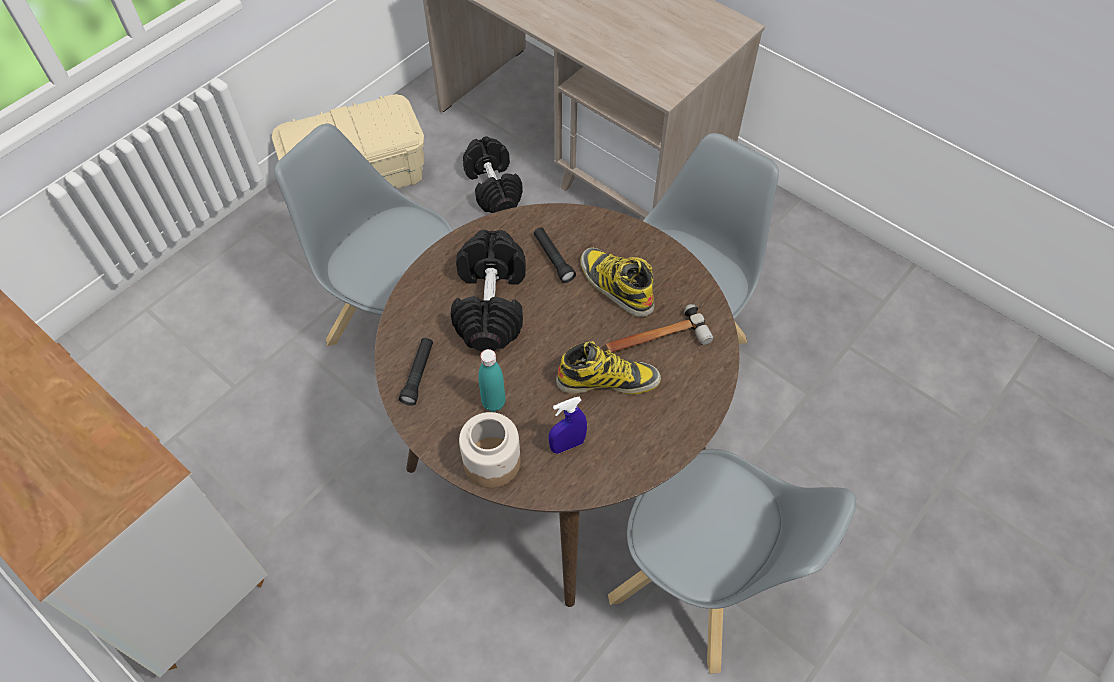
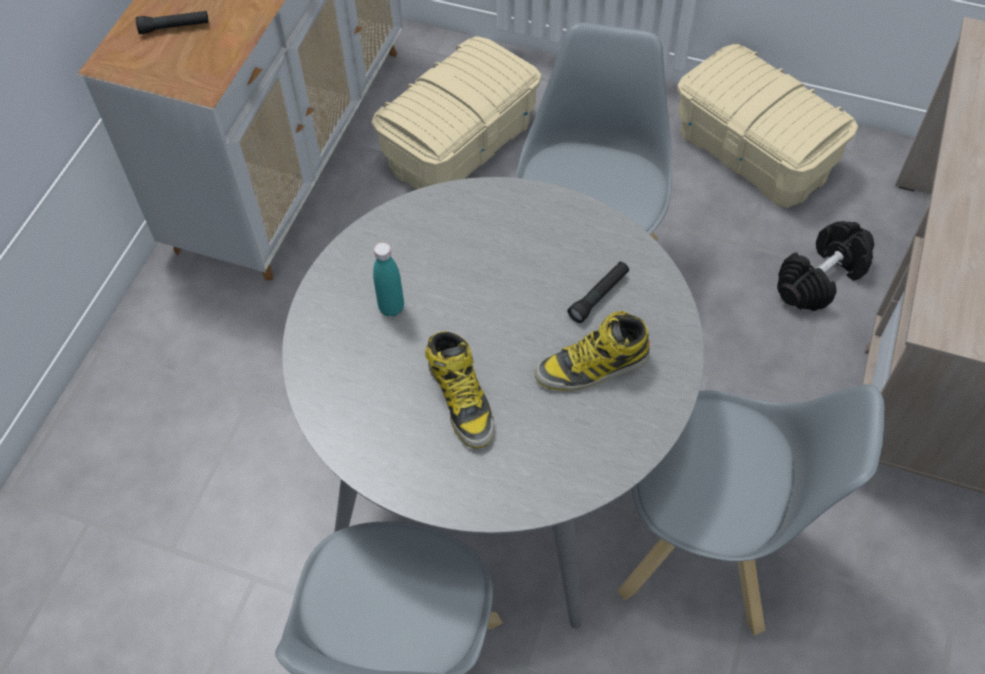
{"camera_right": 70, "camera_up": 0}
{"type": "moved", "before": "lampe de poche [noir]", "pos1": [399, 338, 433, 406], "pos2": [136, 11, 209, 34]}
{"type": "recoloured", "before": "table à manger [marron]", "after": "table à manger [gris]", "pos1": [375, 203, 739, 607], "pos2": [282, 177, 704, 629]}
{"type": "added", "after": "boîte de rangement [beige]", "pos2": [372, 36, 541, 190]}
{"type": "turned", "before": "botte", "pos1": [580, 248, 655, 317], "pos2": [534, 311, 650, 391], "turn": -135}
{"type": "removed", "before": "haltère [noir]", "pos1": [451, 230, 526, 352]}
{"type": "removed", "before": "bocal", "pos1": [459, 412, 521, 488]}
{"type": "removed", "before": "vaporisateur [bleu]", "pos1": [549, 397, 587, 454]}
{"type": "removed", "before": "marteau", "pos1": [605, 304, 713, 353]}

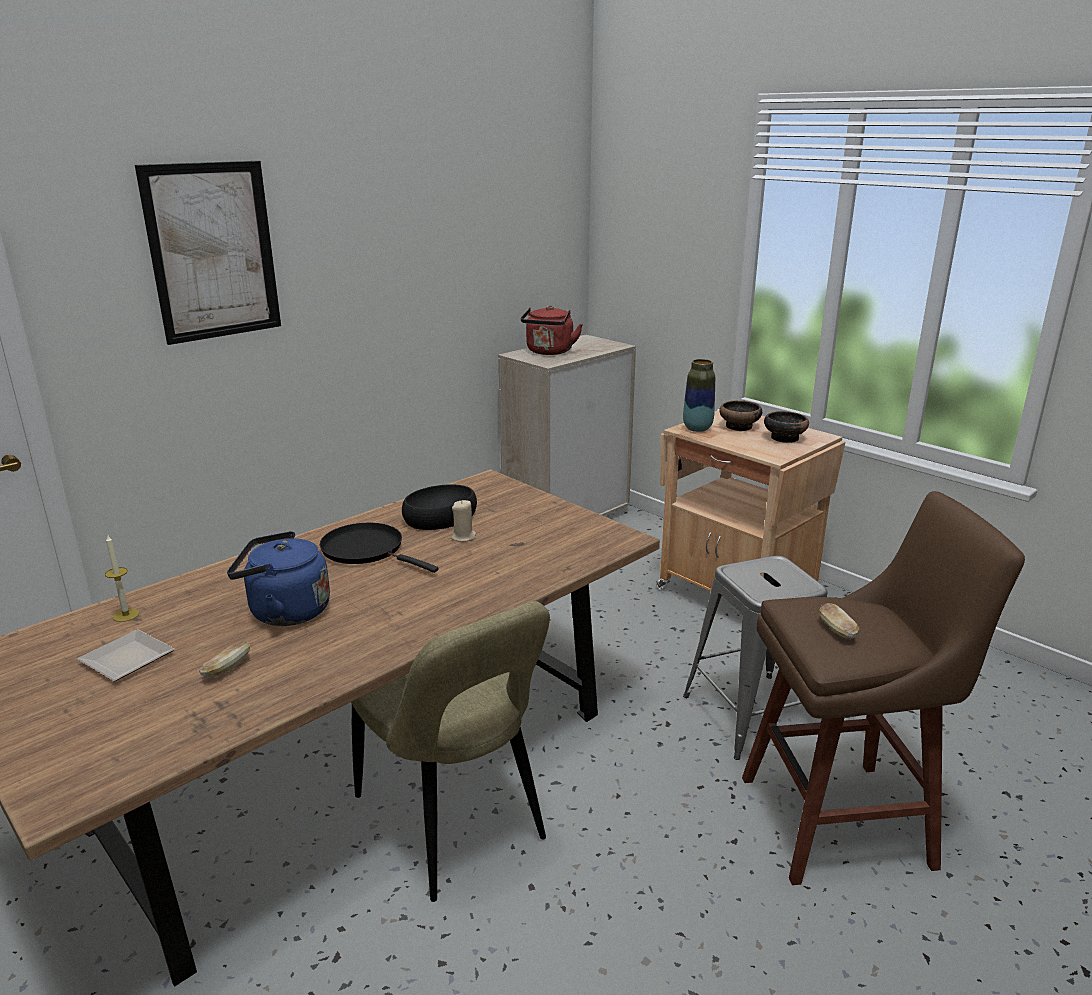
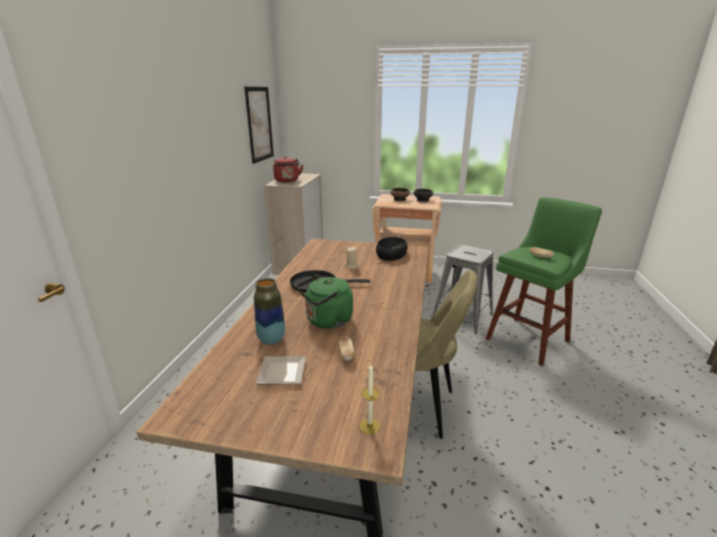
{"camera_right": -35, "camera_up": 0}
{"type": "moved", "before": "tableau", "pos1": [135, 161, 281, 345], "pos2": [245, 87, 274, 164]}
{"type": "moved", "before": "vase", "pos1": [683, 359, 715, 432], "pos2": [254, 278, 285, 345]}
{"type": "recoloured", "before": "bouilloire [bleu]", "after": "bouilloire [vert]", "pos1": [227, 531, 330, 626], "pos2": [296, 274, 353, 329]}
{"type": "moved", "before": "bougie", "pos1": [105, 534, 139, 622], "pos2": [360, 364, 380, 434]}
{"type": "moved", "before": "bol [noir]", "pos1": [402, 484, 477, 530], "pos2": [376, 237, 407, 261]}
{"type": "recoloured", "before": "tabouret [marron]", "after": "tabouret [vert]", "pos1": [742, 491, 1025, 885], "pos2": [486, 197, 602, 366]}

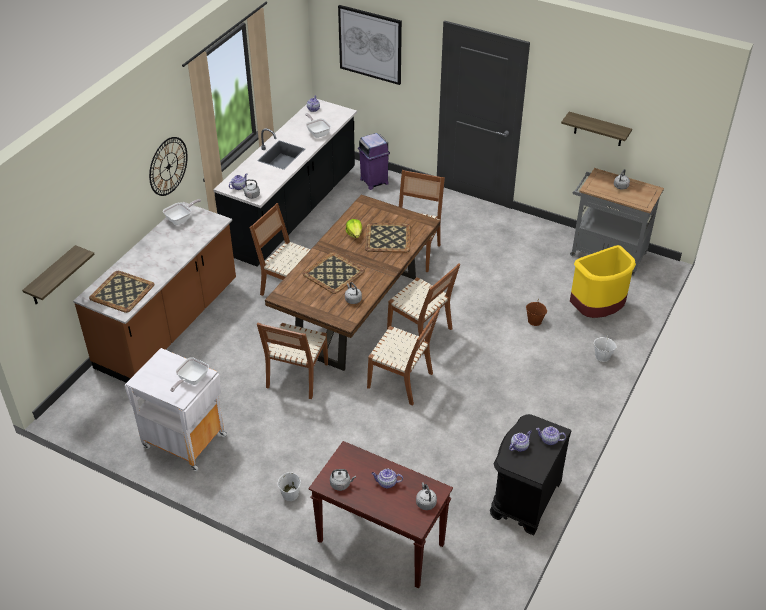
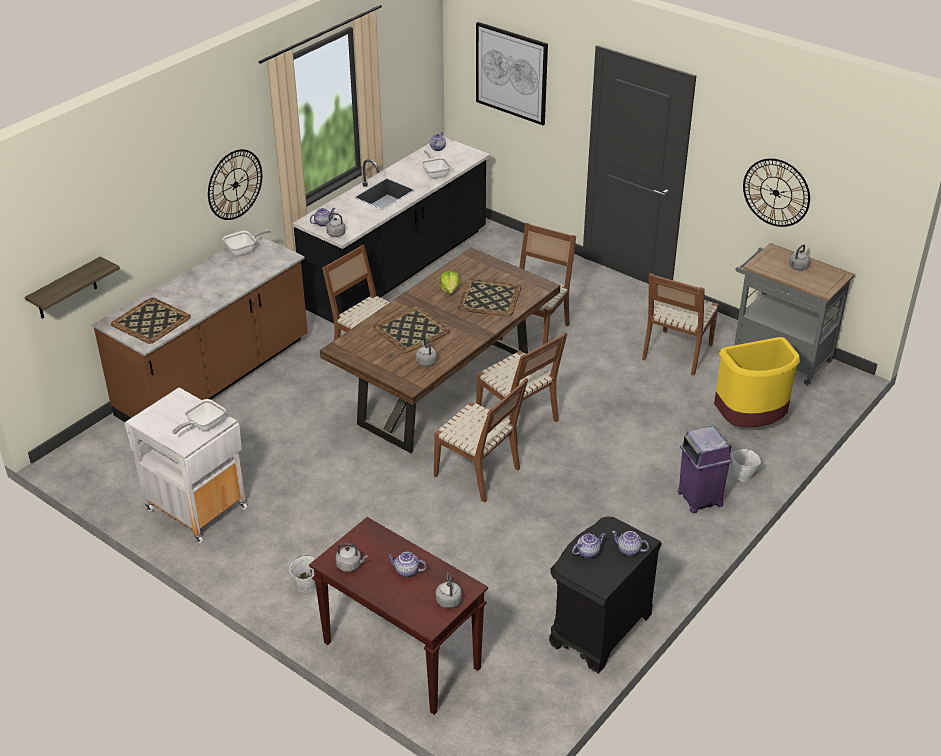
{"camera_right": 10, "camera_up": -5}
{"type": "moved", "before": "chaise", "pos1": [257, 323, 328, 399], "pos2": [642, 273, 719, 376]}
{"type": "moved", "before": "poubelle [violet]", "pos1": [358, 133, 390, 190], "pos2": [678, 426, 732, 513]}
{"type": "replaced", "before": "étagère", "after": "horloge murale", "pos1": [561, 112, 632, 146], "pos2": [743, 158, 810, 227]}
{"type": "removed", "before": "seau [marron]", "pos1": [526, 301, 547, 326]}

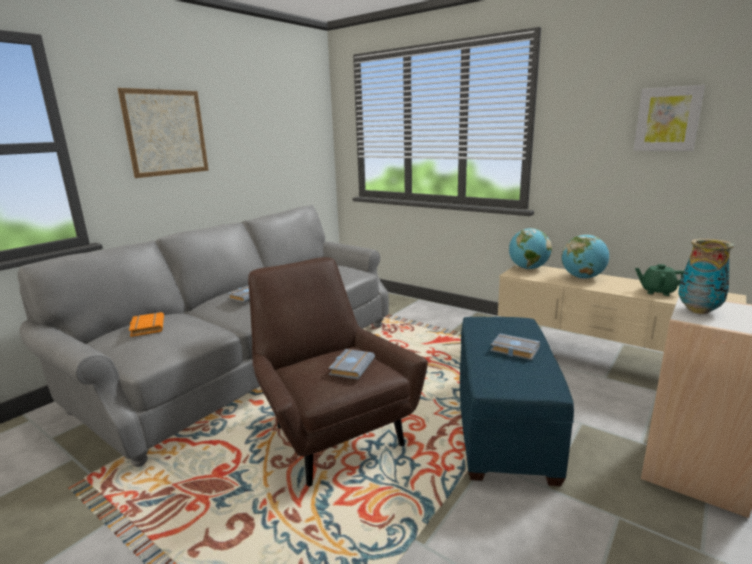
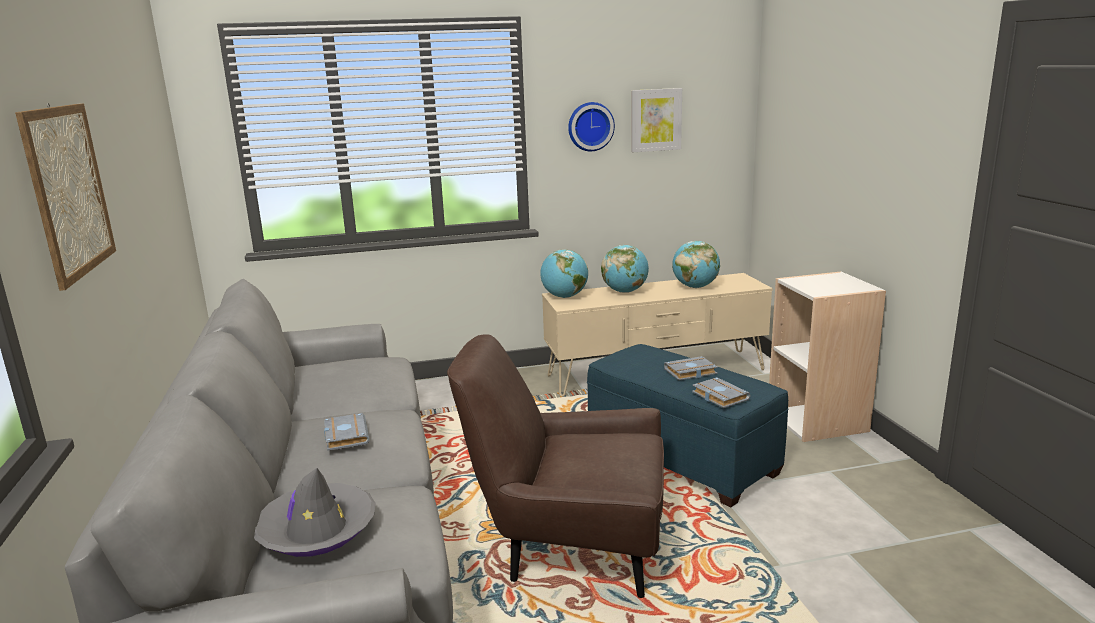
{"camera_right": -50, "camera_up": 0}
{"type": "replaced", "before": "livre [orange]", "after": "chapeau [gris]", "pos1": [129, 312, 164, 337], "pos2": [254, 468, 376, 557]}
{"type": "added", "after": "horloge murale", "pos2": [568, 102, 615, 151]}
{"type": "replaced", "before": "théière [vert]", "after": "globe", "pos1": [635, 264, 684, 296], "pos2": [672, 241, 720, 288]}
{"type": "moved", "before": "livre [gris]", "pos1": [328, 349, 375, 379], "pos2": [692, 377, 750, 408]}
{"type": "removed", "before": "vase", "pos1": [678, 239, 734, 314]}

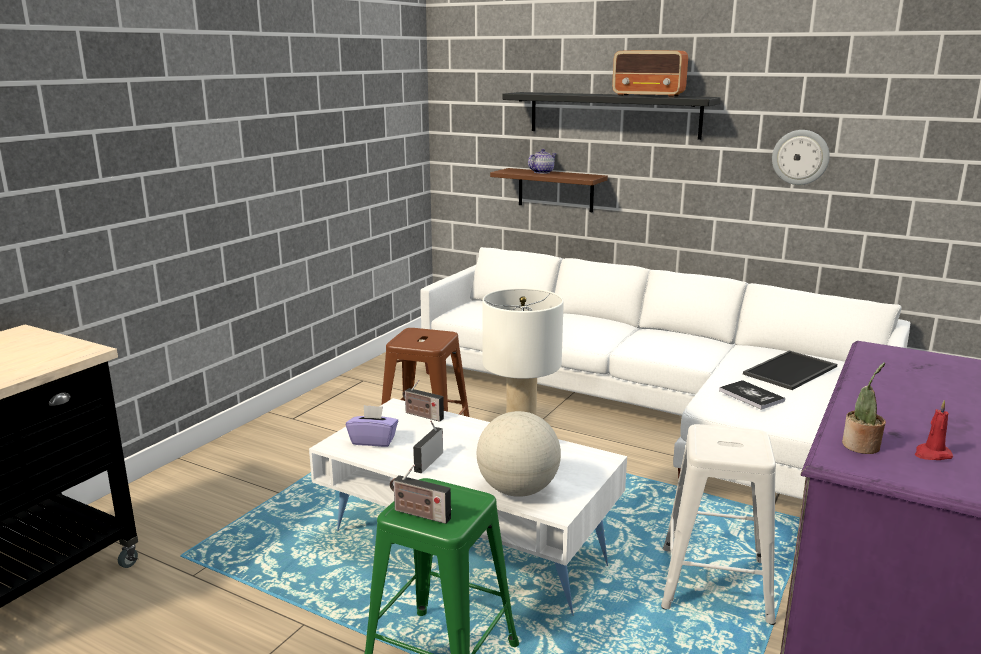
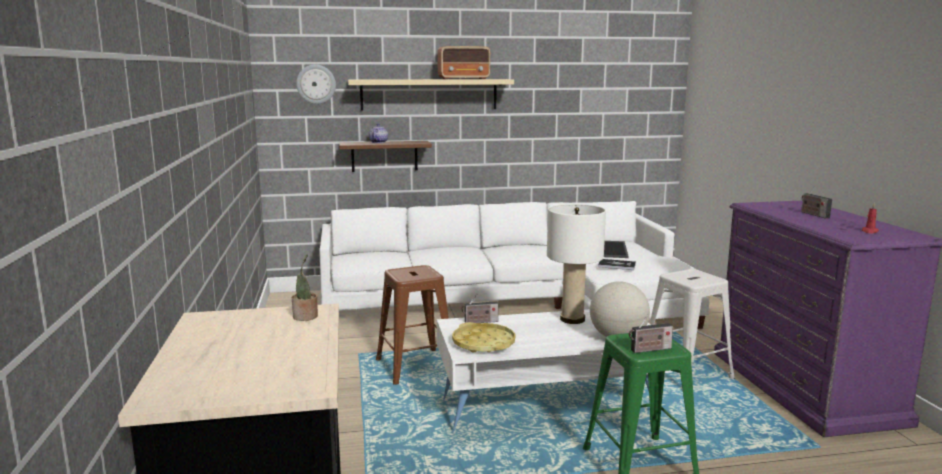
{"camera_right": -40, "camera_up": -5}
{"type": "moved", "before": "plante en pot", "pos1": [842, 362, 886, 454], "pos2": [292, 254, 318, 321]}
{"type": "moved", "before": "horloge murale", "pos1": [772, 130, 830, 185], "pos2": [296, 64, 336, 104]}
{"type": "recoloured", "before": "étagère [noir]", "after": "étagère [beige]", "pos1": [502, 92, 721, 140], "pos2": [348, 79, 514, 111]}
{"type": "replaced", "before": "boîte à mouchoirs [violet]", "after": "plateau [jaune]", "pos1": [346, 405, 398, 447], "pos2": [452, 322, 515, 353]}
{"type": "moved", "before": "radio", "pos1": [413, 421, 443, 473], "pos2": [801, 185, 832, 218]}

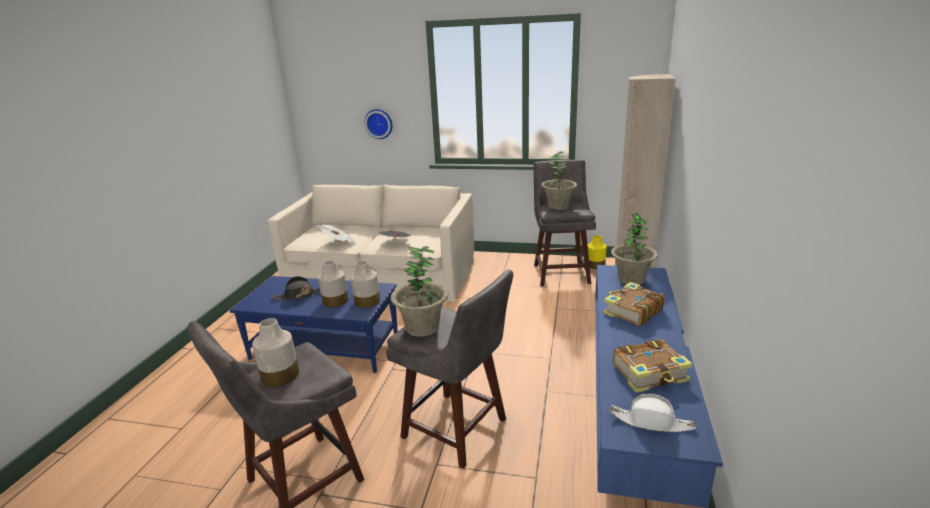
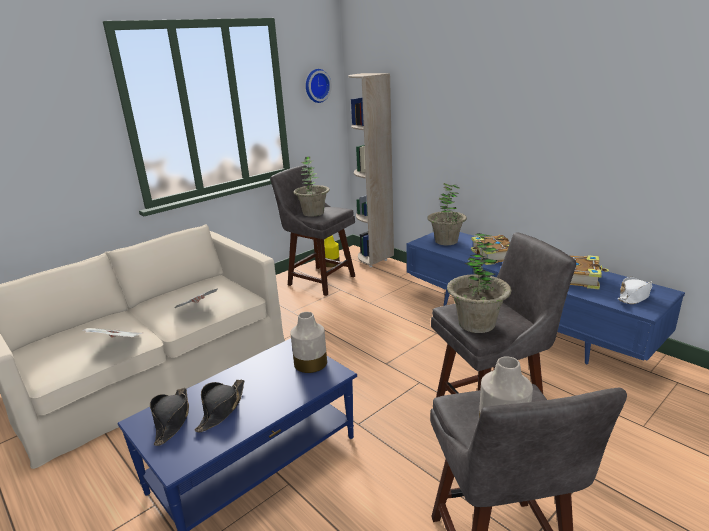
{"camera_right": -55, "camera_up": 0}
{"type": "added", "after": "chapeau [noir]", "pos2": [150, 388, 189, 446]}
{"type": "moved", "before": "horloge murale", "pos1": [364, 109, 393, 139], "pos2": [306, 69, 332, 103]}
{"type": "removed", "before": "vase [beige]", "pos1": [318, 261, 348, 307]}

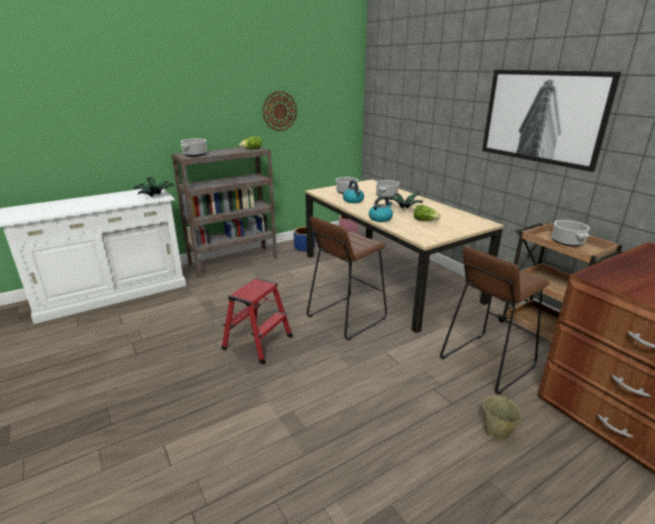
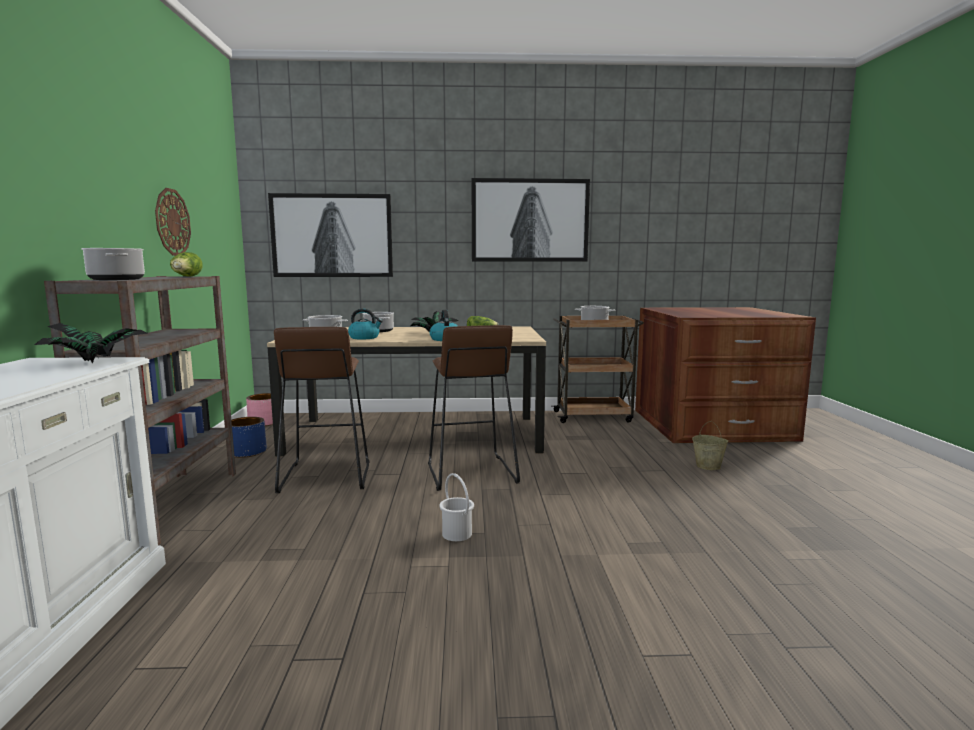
{"camera_right": -60, "camera_up": -15}
{"type": "added", "after": "tableau", "pos2": [268, 193, 393, 277]}
{"type": "moved", "before": "tabouret [marron]", "pos1": [440, 246, 550, 395], "pos2": [274, 327, 370, 493]}
{"type": "replaced", "before": "escabeau [rouge]", "after": "seau [blanc]", "pos1": [221, 278, 293, 365], "pos2": [439, 473, 474, 541]}

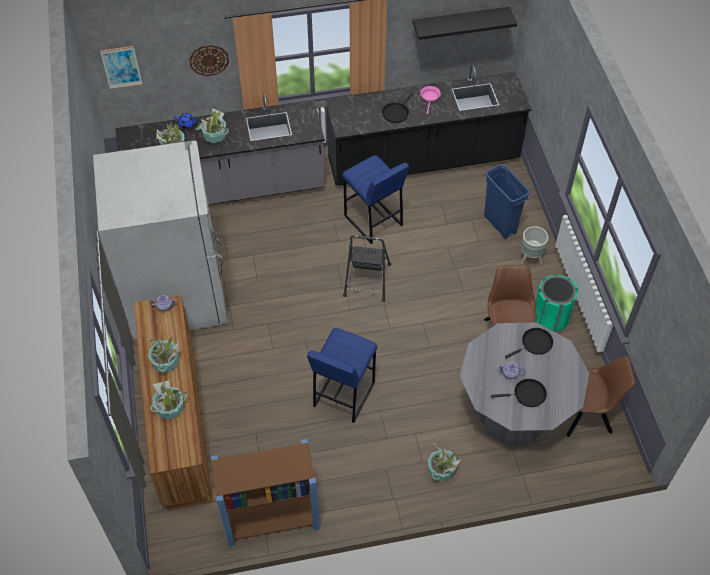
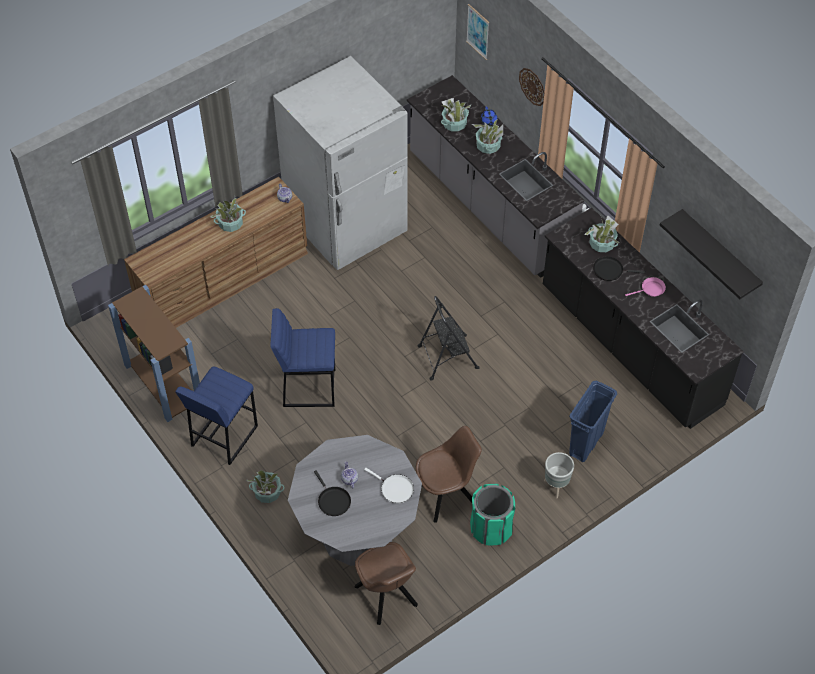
{"camera_right": 65, "camera_up": 0}
{"type": "moved", "before": "tabouret [bleu]", "pos1": [343, 155, 410, 244], "pos2": [175, 366, 258, 465]}
{"type": "recoloured", "before": "poêle [noir]", "after": "poêle [blanc]", "pos1": [505, 328, 553, 359], "pos2": [364, 468, 414, 504]}
{"type": "moved", "before": "plante en pot", "pos1": [150, 381, 188, 420], "pos2": [584, 215, 620, 252]}

